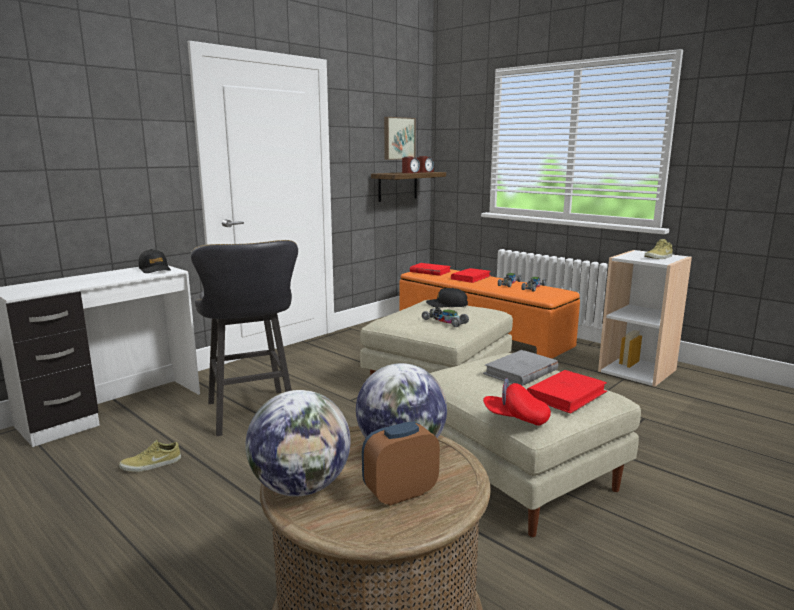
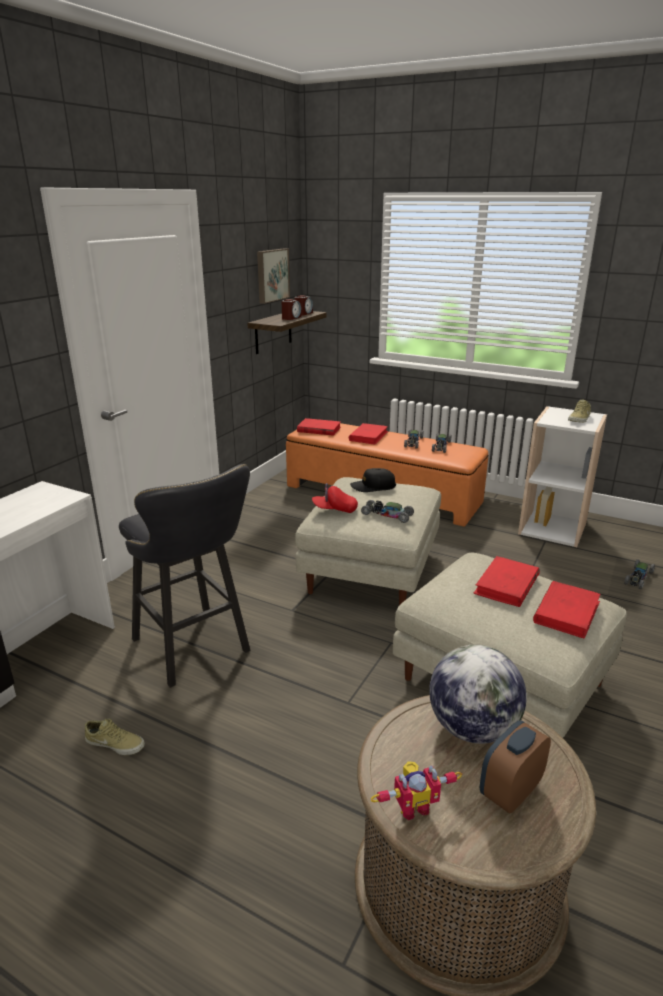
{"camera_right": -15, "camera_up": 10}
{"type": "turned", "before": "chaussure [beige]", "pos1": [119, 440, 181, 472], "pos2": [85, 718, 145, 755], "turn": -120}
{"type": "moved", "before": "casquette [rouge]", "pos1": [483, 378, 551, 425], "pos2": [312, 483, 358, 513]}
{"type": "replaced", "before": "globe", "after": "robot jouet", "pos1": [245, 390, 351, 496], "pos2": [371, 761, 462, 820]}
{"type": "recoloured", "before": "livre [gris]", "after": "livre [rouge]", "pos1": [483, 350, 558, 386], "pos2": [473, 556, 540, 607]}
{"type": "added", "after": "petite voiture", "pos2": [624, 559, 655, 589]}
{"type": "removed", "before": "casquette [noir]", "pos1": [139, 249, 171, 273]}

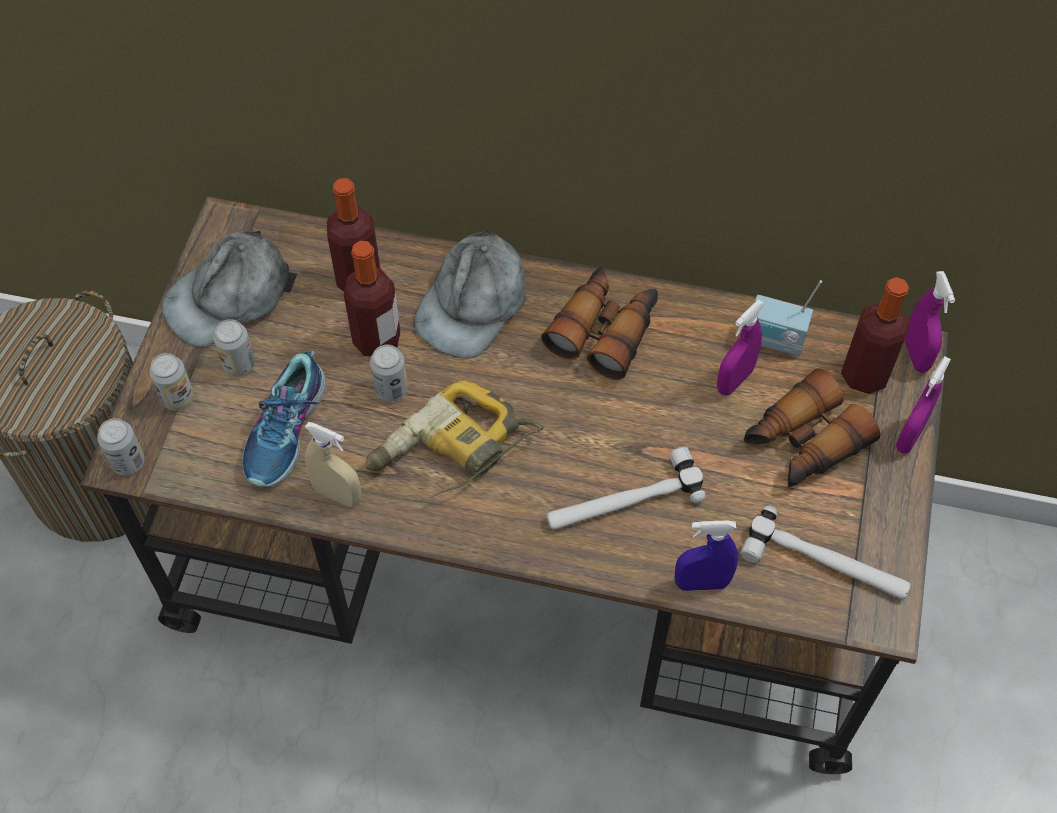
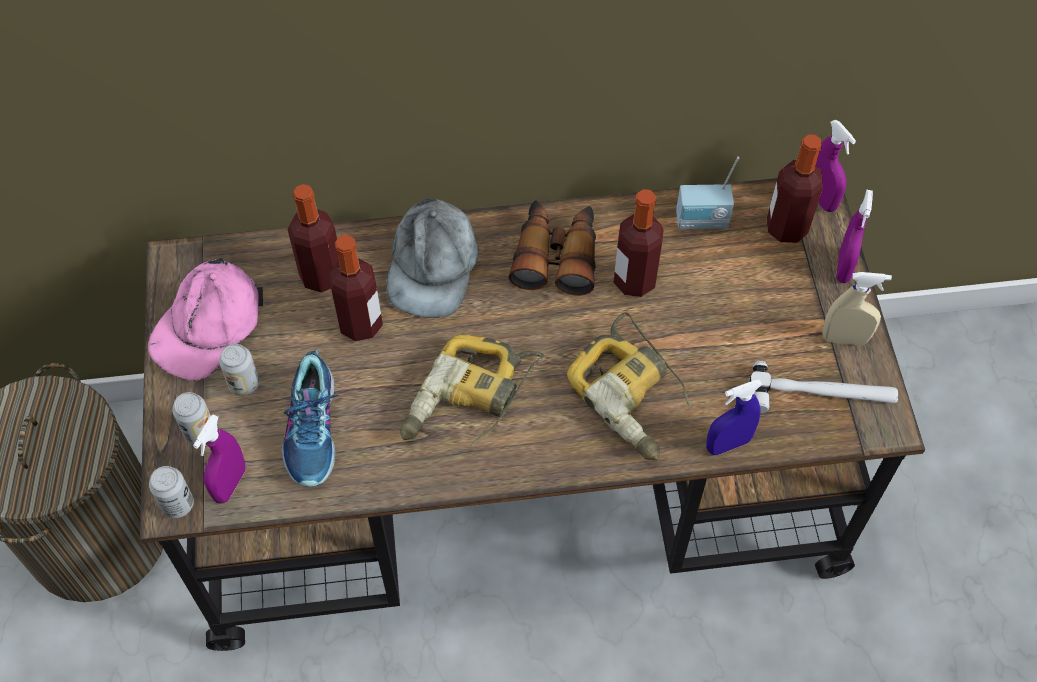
{"camera_right": -20, "camera_up": 0}
{"type": "recoloured", "before": "casquette [gris]", "after": "casquette [rose]", "pos1": [161, 231, 289, 347], "pos2": [148, 257, 259, 381]}
{"type": "moved", "before": "vaporisateur [violet]", "pos1": [717, 300, 764, 396], "pos2": [193, 415, 246, 503]}
{"type": "replaced", "before": "marteau", "after": "perceuse", "pos1": [546, 447, 706, 530], "pos2": [567, 312, 691, 460]}
{"type": "added", "after": "bouteille", "pos2": [614, 189, 664, 297]}
{"type": "moved", "before": "vaporisateur [beige]", "pos1": [305, 422, 361, 507], "pos2": [822, 272, 892, 345]}
{"type": "removed", "before": "boîte métallique", "pos1": [370, 345, 408, 402]}
{"type": "removed", "before": "jumelles", "pos1": [744, 368, 880, 487]}

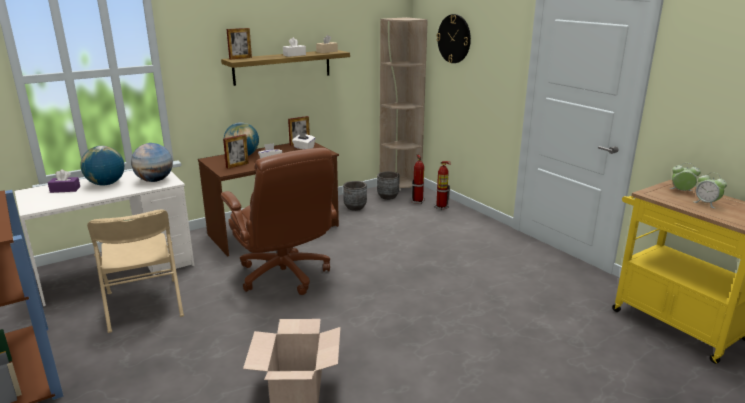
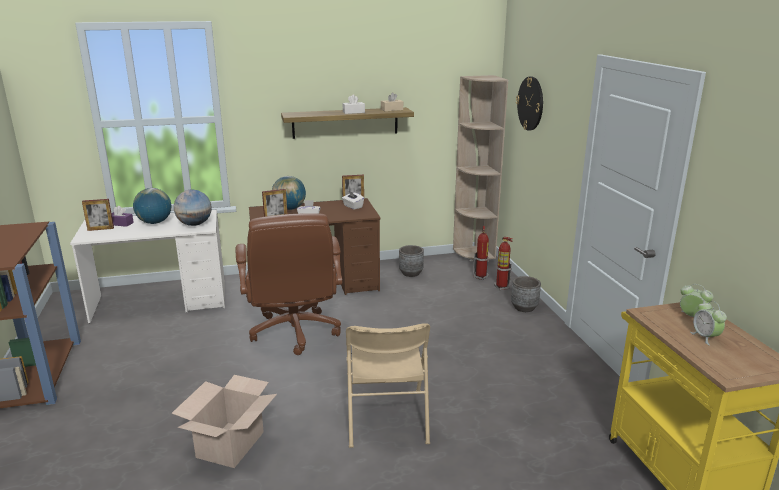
{"camera_right": 20, "camera_up": 0}
{"type": "moved", "before": "cadre photo", "pos1": [226, 28, 252, 59], "pos2": [82, 199, 114, 231]}
{"type": "moved", "before": "chaise [beige]", "pos1": [87, 210, 184, 333], "pos2": [346, 323, 430, 448]}
{"type": "moved", "before": "cache-pot [gris]", "pos1": [377, 171, 400, 200], "pos2": [511, 276, 541, 312]}

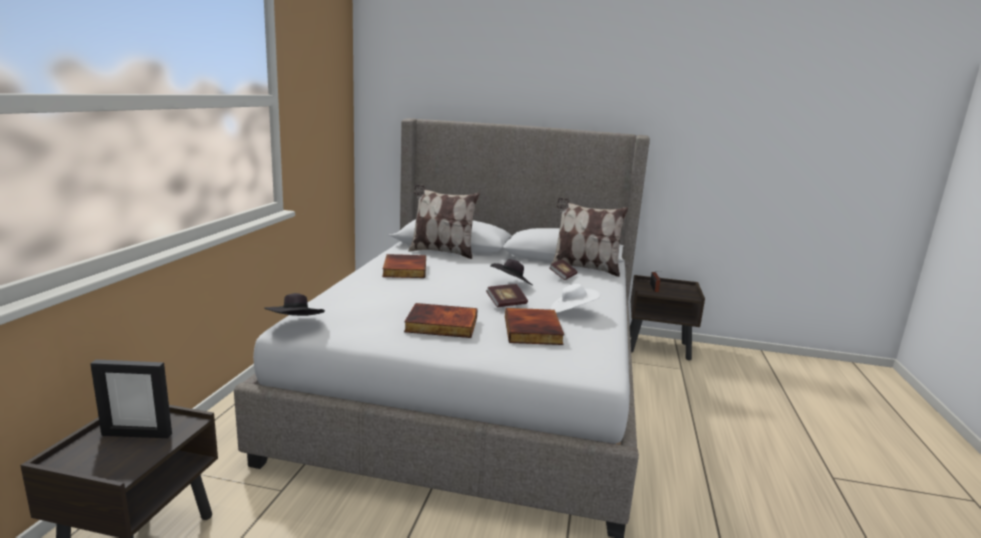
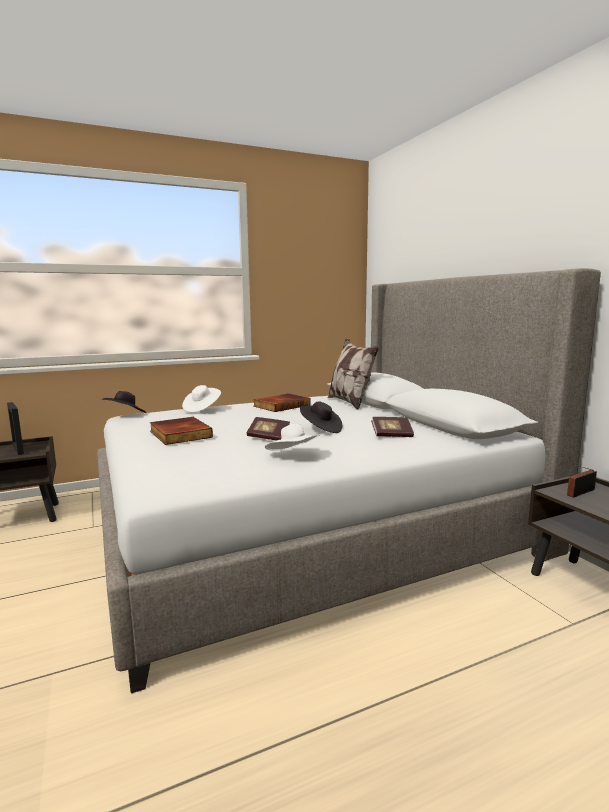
{"camera_right": 55, "camera_up": -5}
{"type": "added", "after": "chapeau [blanc]", "pos2": [182, 385, 221, 412]}
{"type": "removed", "before": "livre", "pos1": [505, 308, 564, 345]}
{"type": "removed", "before": "coussin", "pos1": [550, 197, 628, 277]}

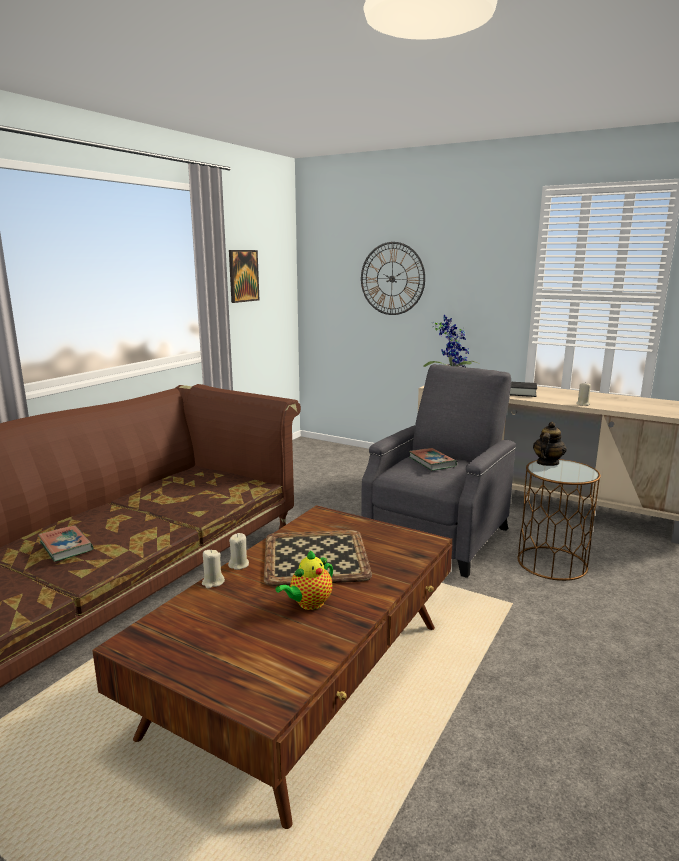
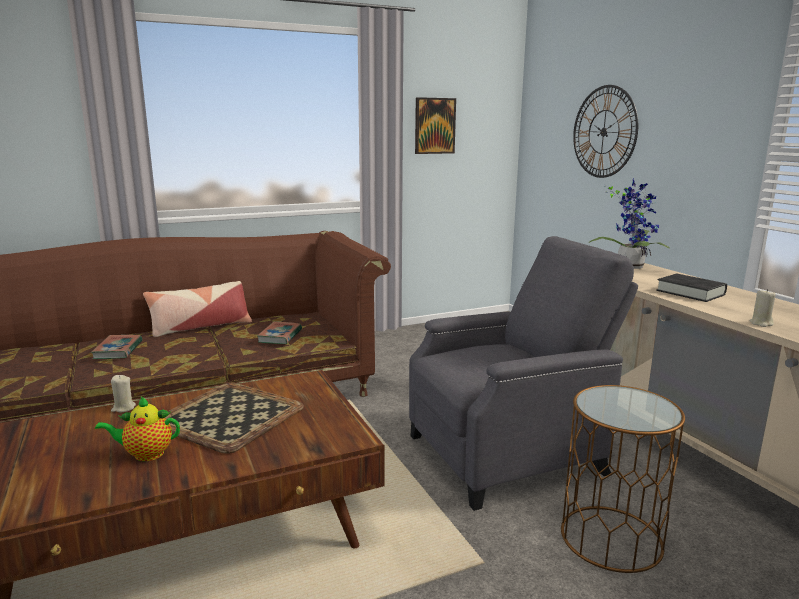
{"camera_right": 35, "camera_up": 0}
{"type": "added", "after": "coussin", "pos2": [143, 281, 252, 337]}
{"type": "moved", "before": "livre", "pos1": [409, 448, 457, 471], "pos2": [257, 321, 302, 344]}
{"type": "removed", "before": "bougie [beige]", "pos1": [228, 533, 249, 570]}
{"type": "removed", "before": "théière", "pos1": [533, 422, 566, 466]}

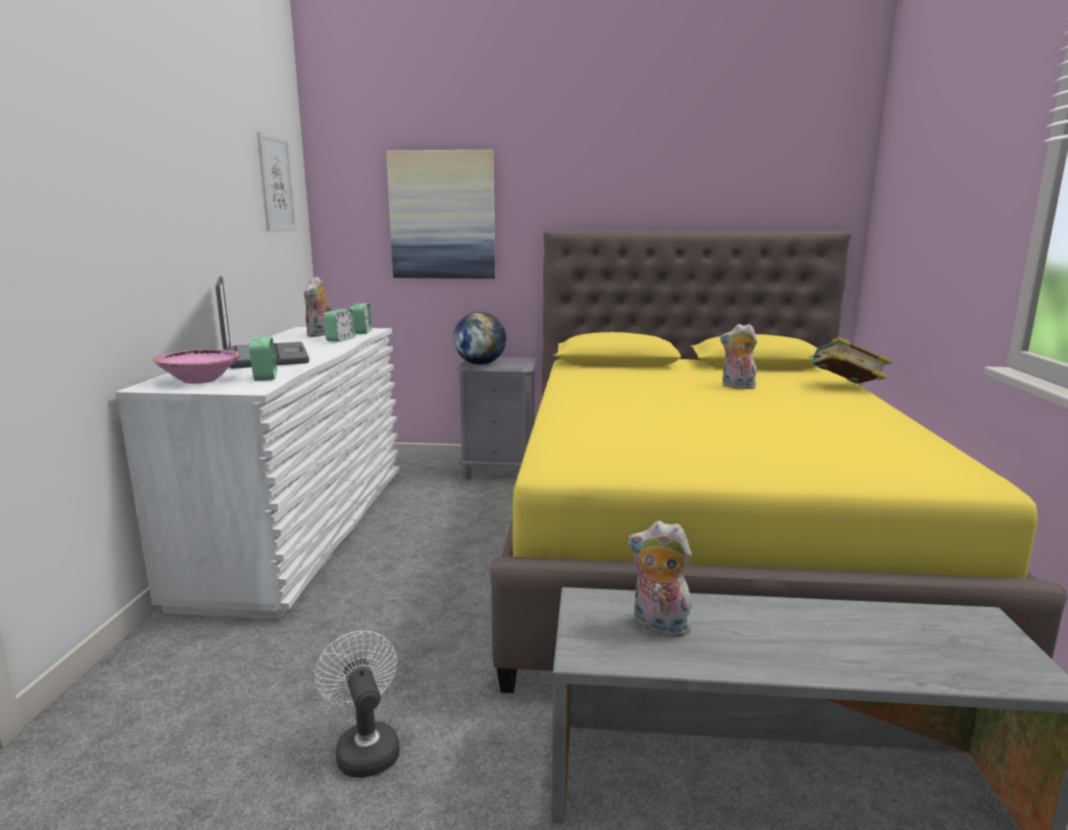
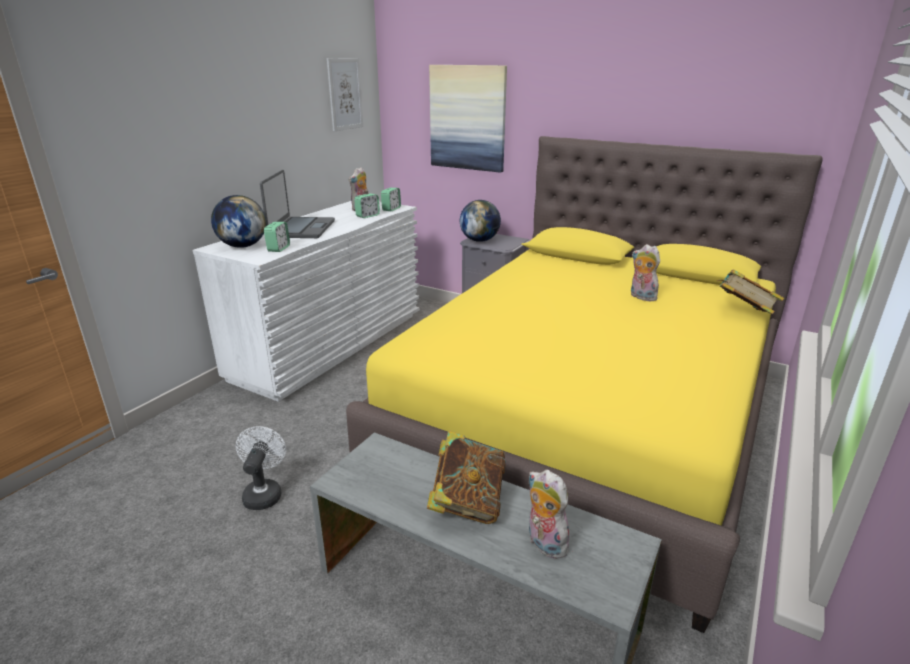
{"camera_right": 25, "camera_up": 10}
{"type": "replaced", "before": "bol [rose]", "after": "globe", "pos1": [153, 349, 240, 384], "pos2": [211, 195, 266, 248]}
{"type": "added", "after": "livre", "pos2": [427, 430, 506, 524]}
{"type": "moved", "before": "peluche", "pos1": [628, 521, 694, 637], "pos2": [528, 470, 571, 559]}

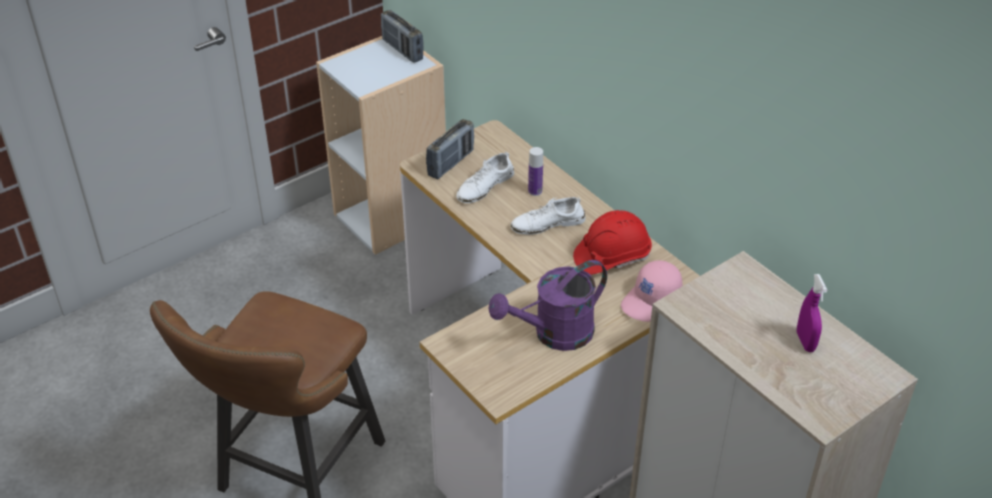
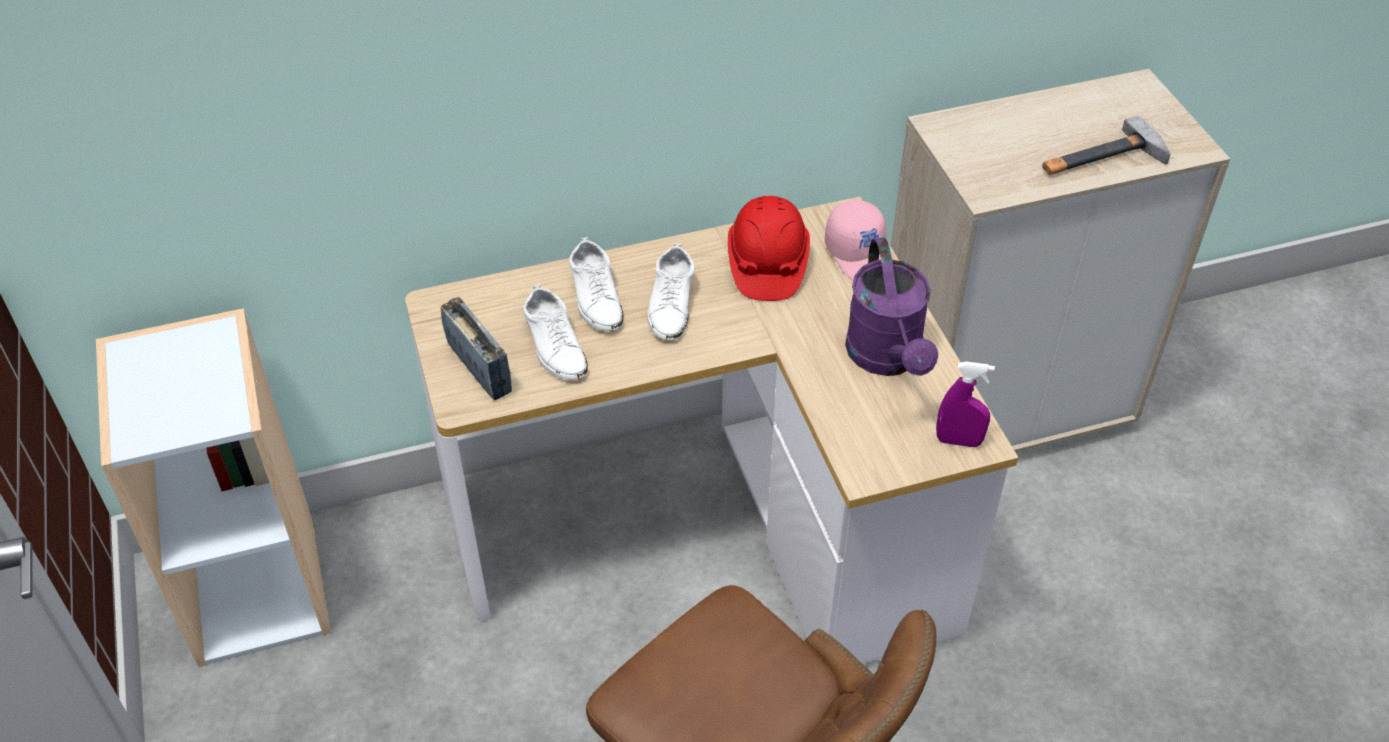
{"camera_right": -70, "camera_up": 5}
{"type": "replaced", "before": "bouteille", "after": "chaussure [blanc]", "pos1": [528, 147, 543, 196], "pos2": [569, 237, 623, 331]}
{"type": "moved", "before": "vaporisateur [violet]", "pos1": [797, 274, 827, 352], "pos2": [936, 362, 995, 447]}
{"type": "added", "after": "marteau", "pos2": [1042, 116, 1171, 175]}
{"type": "removed", "before": "radio", "pos1": [381, 10, 424, 63]}

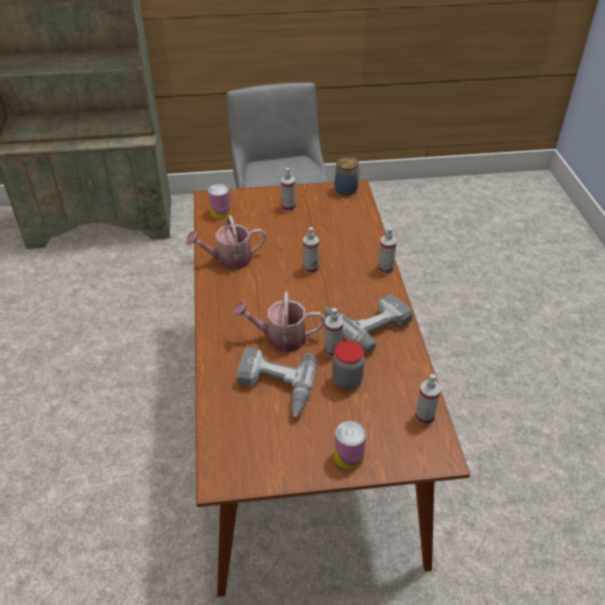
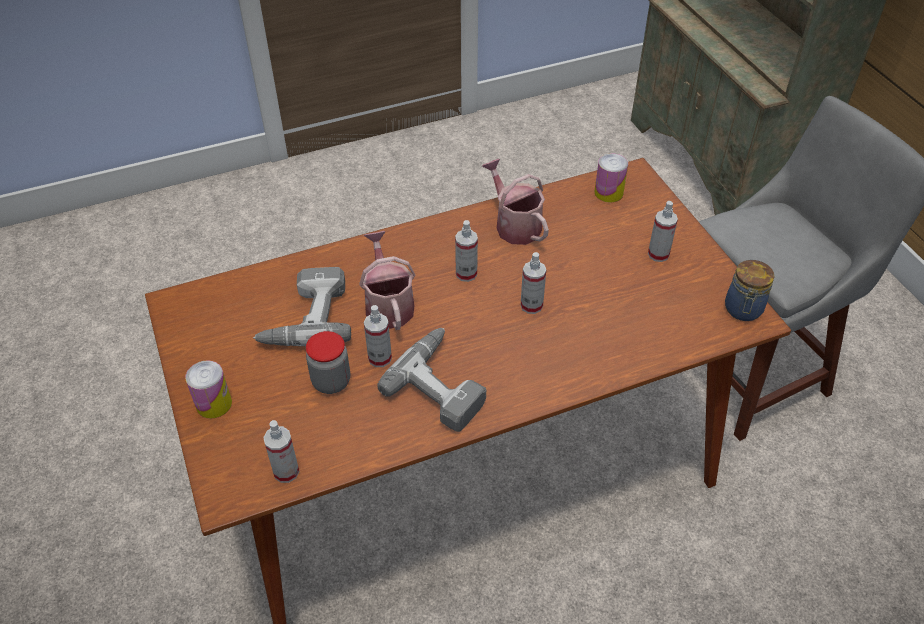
{"camera_right": 75, "camera_up": 5}
{"type": "moved", "before": "vaporisateur", "pos1": [378, 227, 397, 274], "pos2": [455, 220, 478, 282]}

